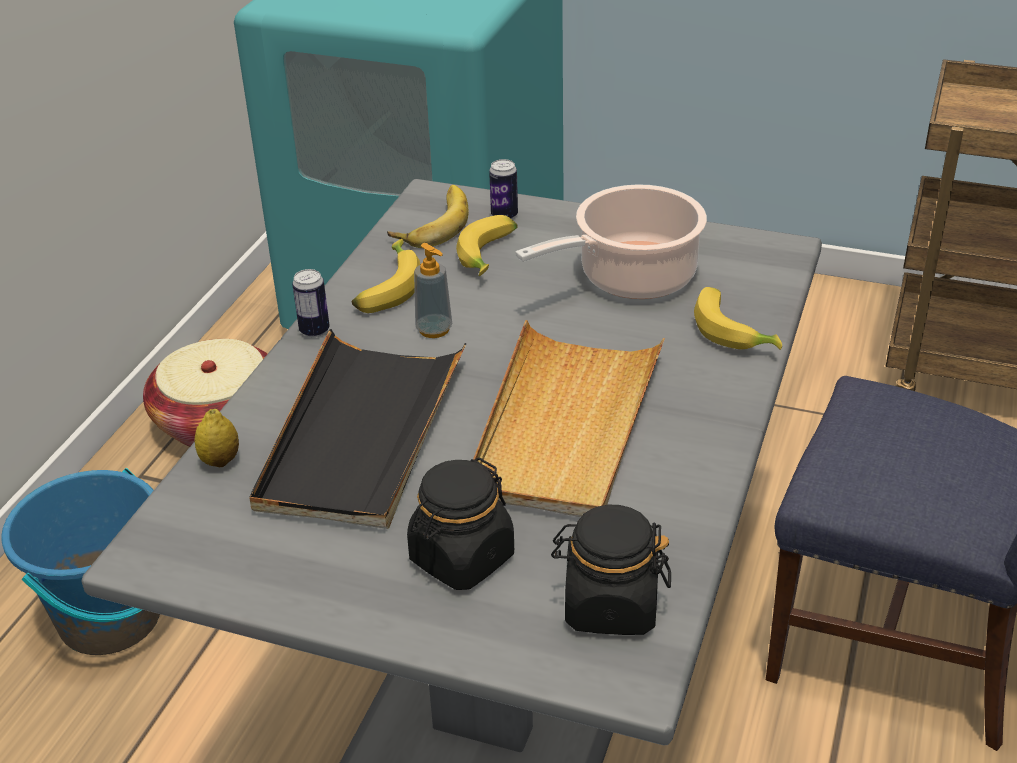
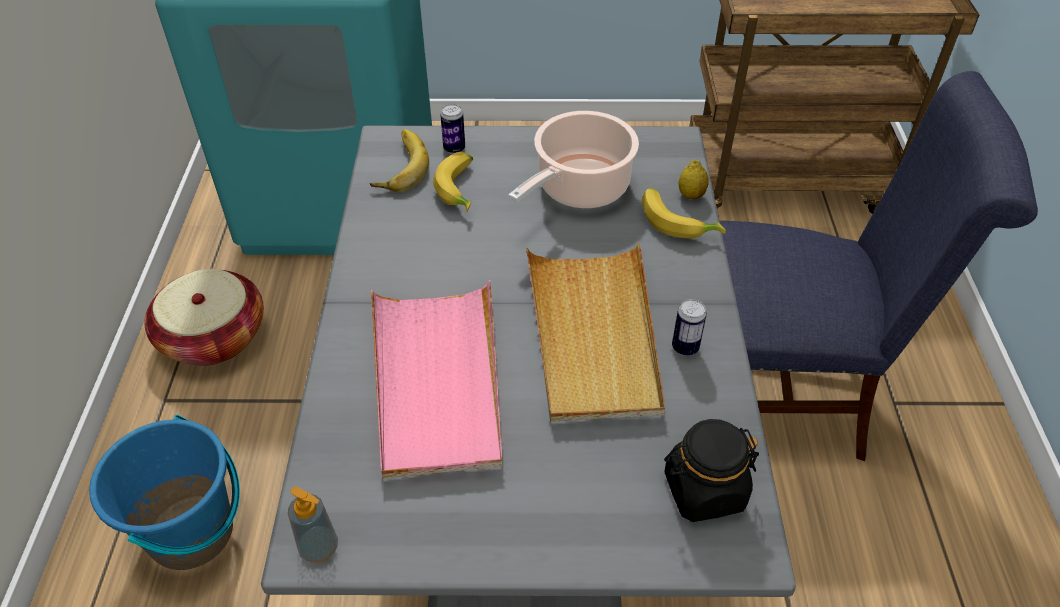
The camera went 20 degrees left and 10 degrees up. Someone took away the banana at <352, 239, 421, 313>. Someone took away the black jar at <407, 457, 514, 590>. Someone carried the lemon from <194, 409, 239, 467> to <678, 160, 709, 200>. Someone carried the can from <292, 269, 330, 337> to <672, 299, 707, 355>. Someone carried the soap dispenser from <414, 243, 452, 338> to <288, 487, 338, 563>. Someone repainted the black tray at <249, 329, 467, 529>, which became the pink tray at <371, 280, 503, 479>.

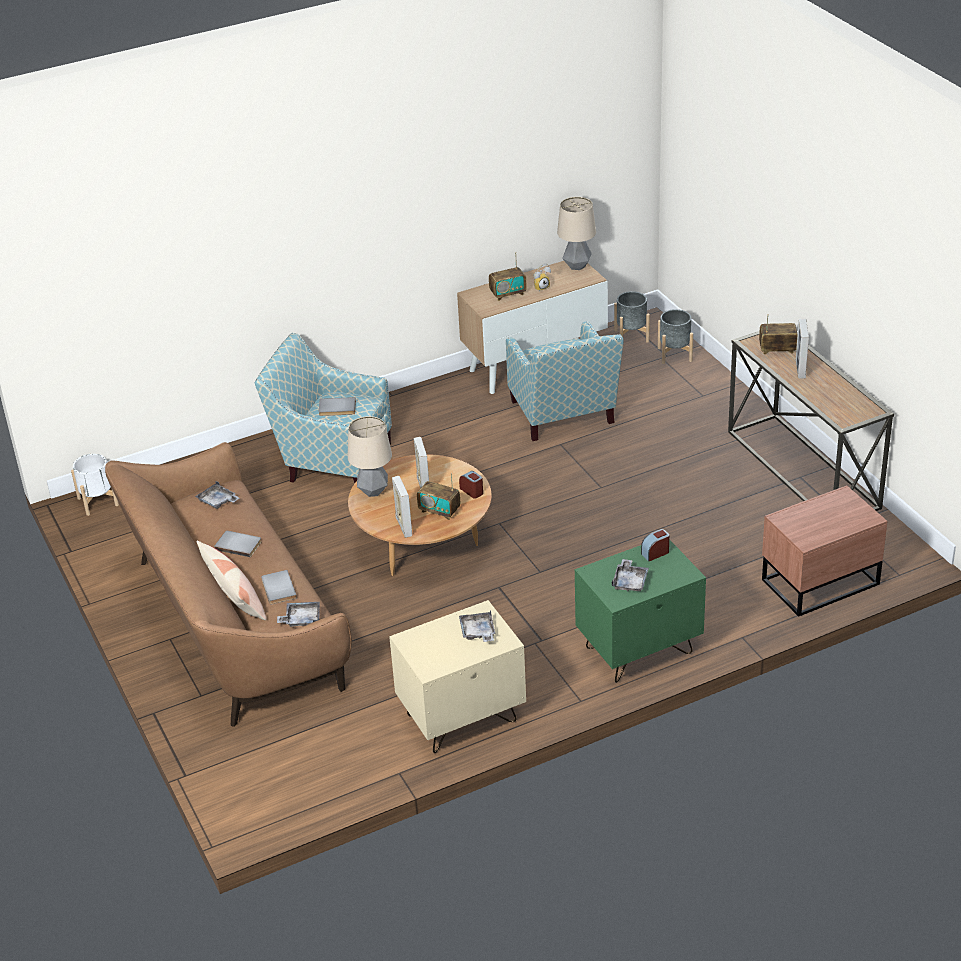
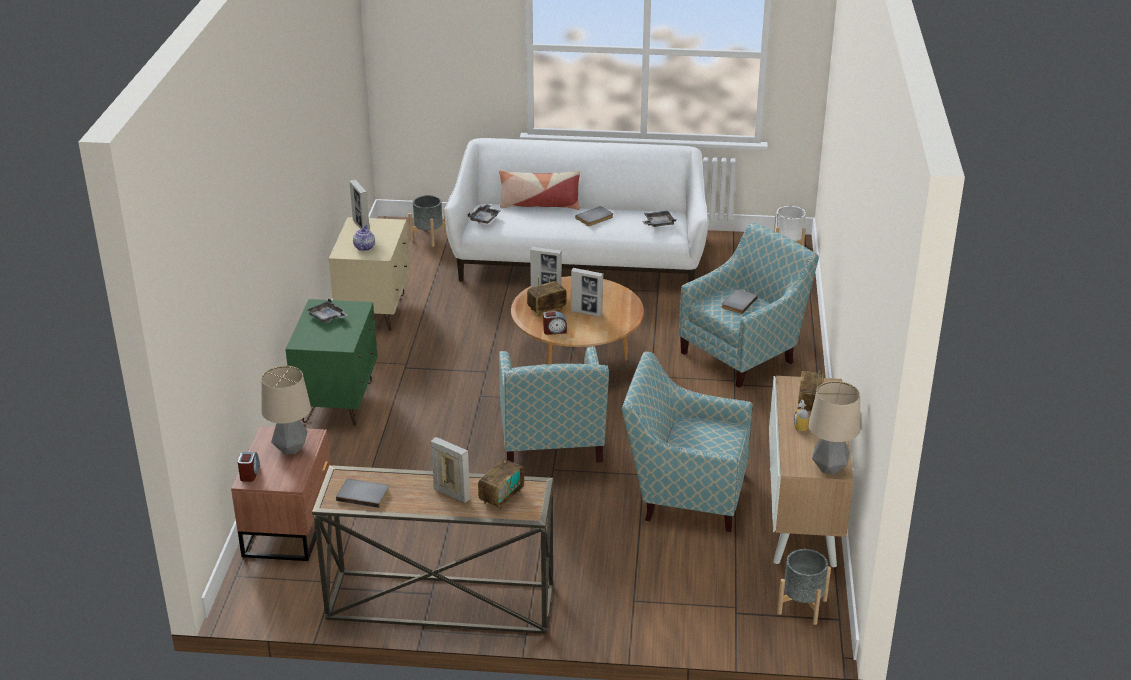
The camera went 120 degrees right and 5 degrees down. Someone put down the picture frame at <350, 180, 370, 230>. Someone put down the armchair at <499, 346, 609, 463>. Someone carried the grey book from <261, 570, 297, 605> to <336, 479, 389, 508>. Someone carried the table lamp from <348, 416, 392, 497> to <261, 366, 311, 454>. Someone carried the alarm clock from <641, 529, 669, 561> to <238, 452, 260, 482>. Someone carried the grey planter from <658, 309, 693, 364> to <408, 195, 447, 247>. Someone swapped the grey tray at <459, 610, 496, 642> for the teapot at <353, 225, 375, 251>. Someone repainted the brown sofa at <105, 442, 352, 727>, which became the white sofa at <444, 138, 709, 282>.

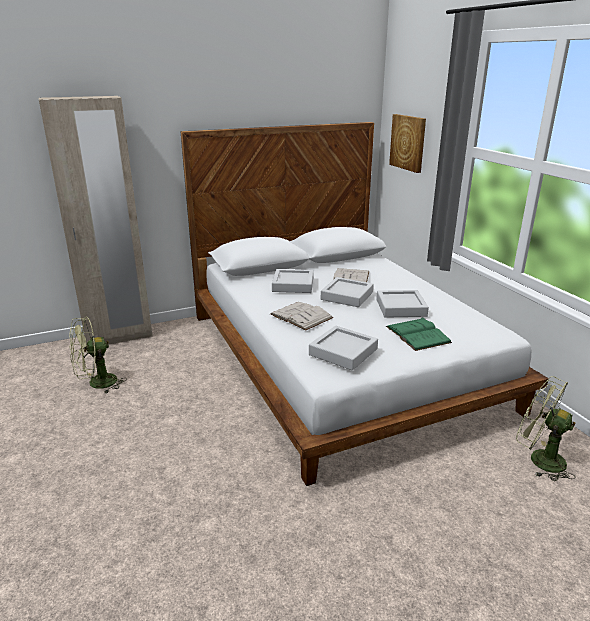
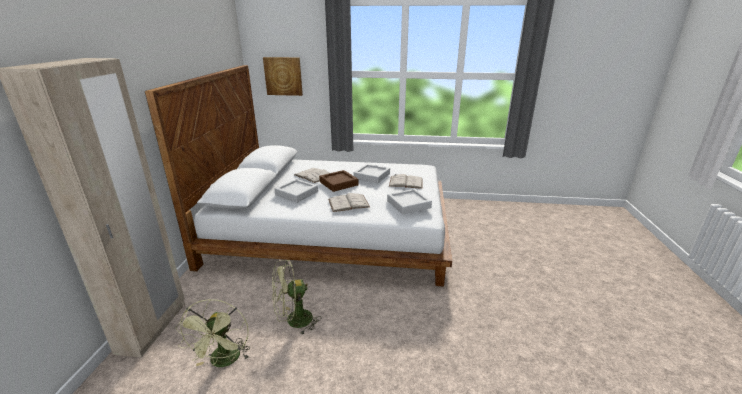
The camera went 60 degrees left and 0 degrees up. Someone carried the green fan from <516, 376, 575, 481> to <272, 260, 321, 335>. Someone repainted the grey tray at <321, 277, 373, 307>, which became the brown tray at <319, 170, 359, 192>. Someone repainted the green book at <386, 317, 452, 351>, which became the white book at <389, 174, 423, 189>.

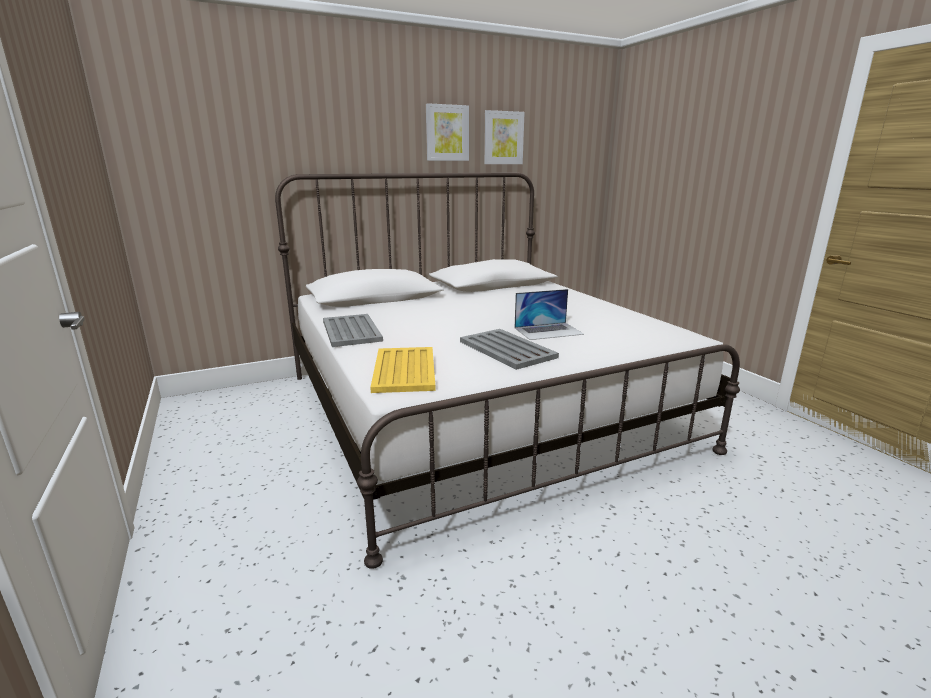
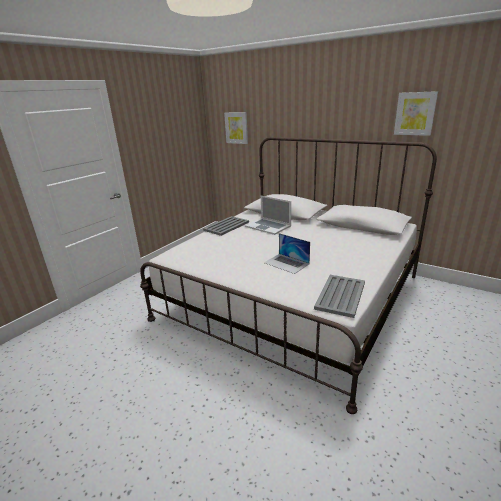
The camera went 60 degrees right and 5 degrees up. Someone took away the yellow tray at <370, 347, 436, 393>. Someone put down the laptop at <245, 196, 291, 235>. Someone carried the picture from <426, 103, 469, 161> to <224, 112, 248, 144>. Someone carried the grey tray from <460, 329, 559, 370> to <314, 275, 365, 318>.

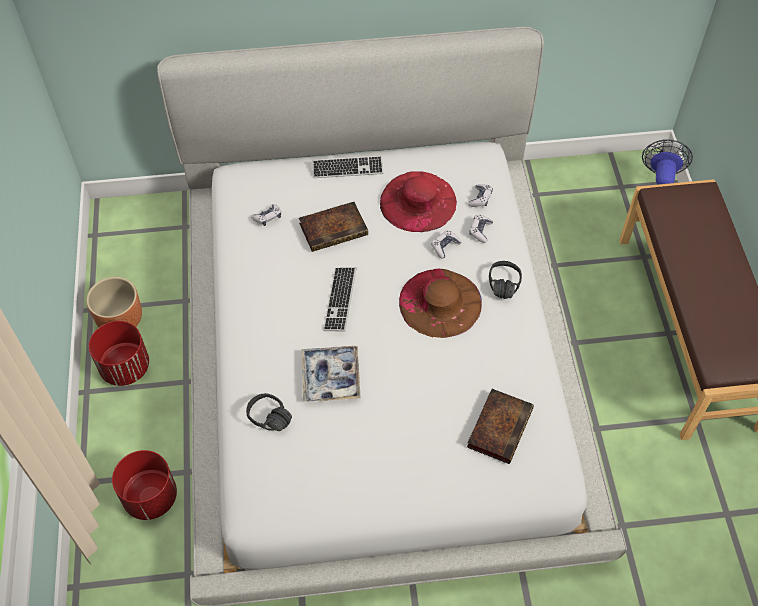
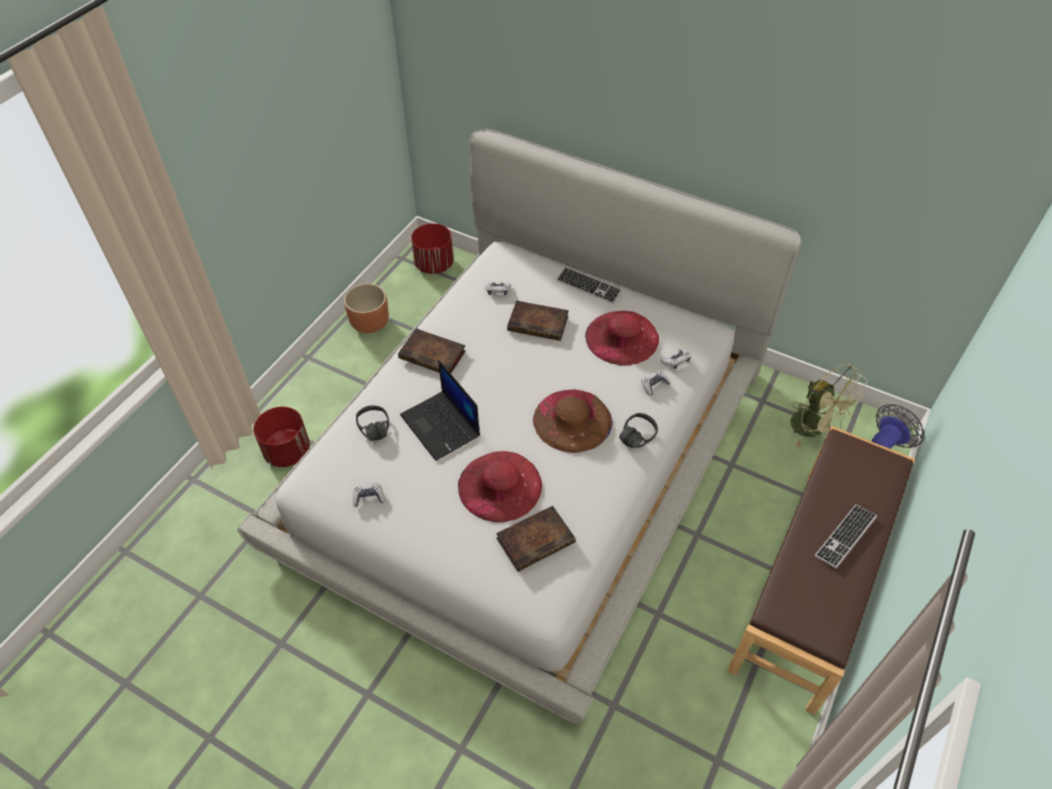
The camera went 35 degrees right and 5 degrees down. Someone put down the book at <398, 328, 465, 373>. Someone put down the red hat at <458, 451, 542, 523>. Someone put down the green fan at <790, 364, 868, 447>. Someone carried the red planter from <89, 321, 149, 386> to <411, 223, 454, 274>. Someone carried the keyboard from <323, 267, 357, 332> to <815, 505, 877, 568>. Someone carried the game controller from <431, 230, 462, 259> to <353, 483, 385, 507>. Someone swapped the tray at <302, 346, 361, 402> for the laptop at <400, 360, 480, 461>.

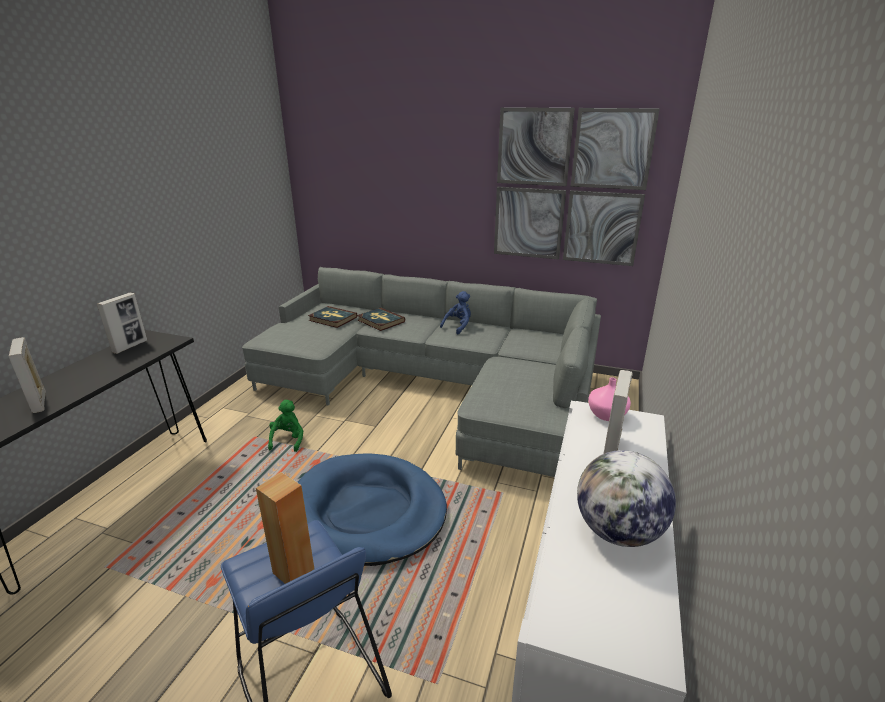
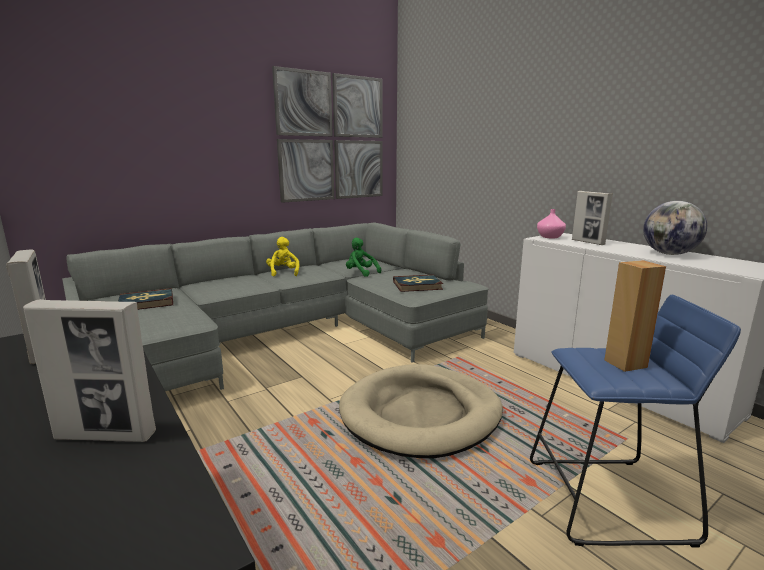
The camera went 55 degrees left and 10 degrees down. Someone carried the green plush toy from <268, 400, 303, 452> to <346, 238, 381, 277>. Someone carried the book from <357, 308, 405, 331> to <393, 274, 443, 292>. Someone repainted the blue dog bed at <297, 453, 447, 566>, which became the beige dog bed at <339, 364, 503, 458>. Someone repainted the blue plush toy at <440, 291, 471, 334>, which became the yellow plush toy at <266, 237, 300, 276>.

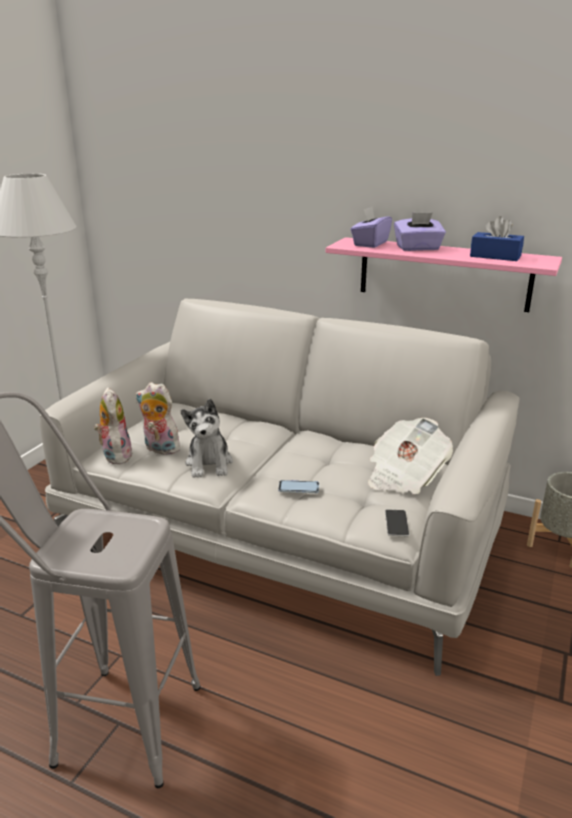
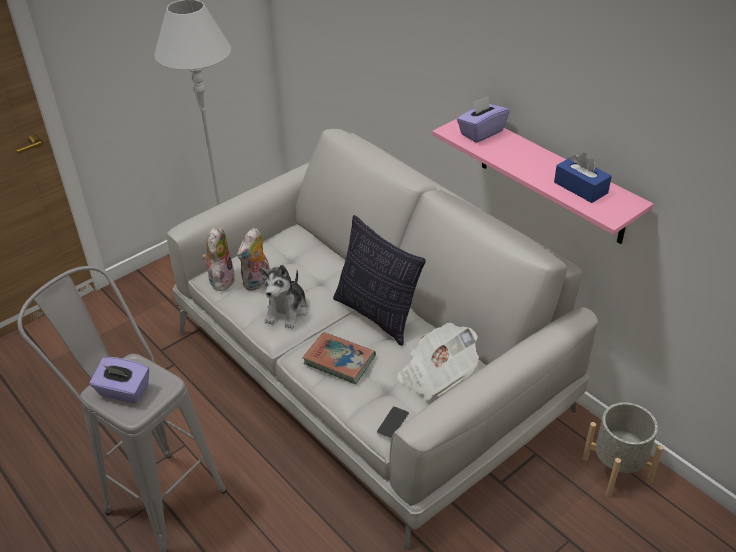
The camera went 25 degrees right and 15 degrees up. Someone put down the pillow at <333, 215, 426, 346>. Someone carried the purple tissue box from <394, 213, 446, 251> to <90, 357, 149, 403>. Someone swapped the phone at <278, 480, 319, 493> for the book at <302, 332, 376, 384>. Someone rotated the plush toy at <136, 382, 182, 455> by 105 degrees counterclockwise.

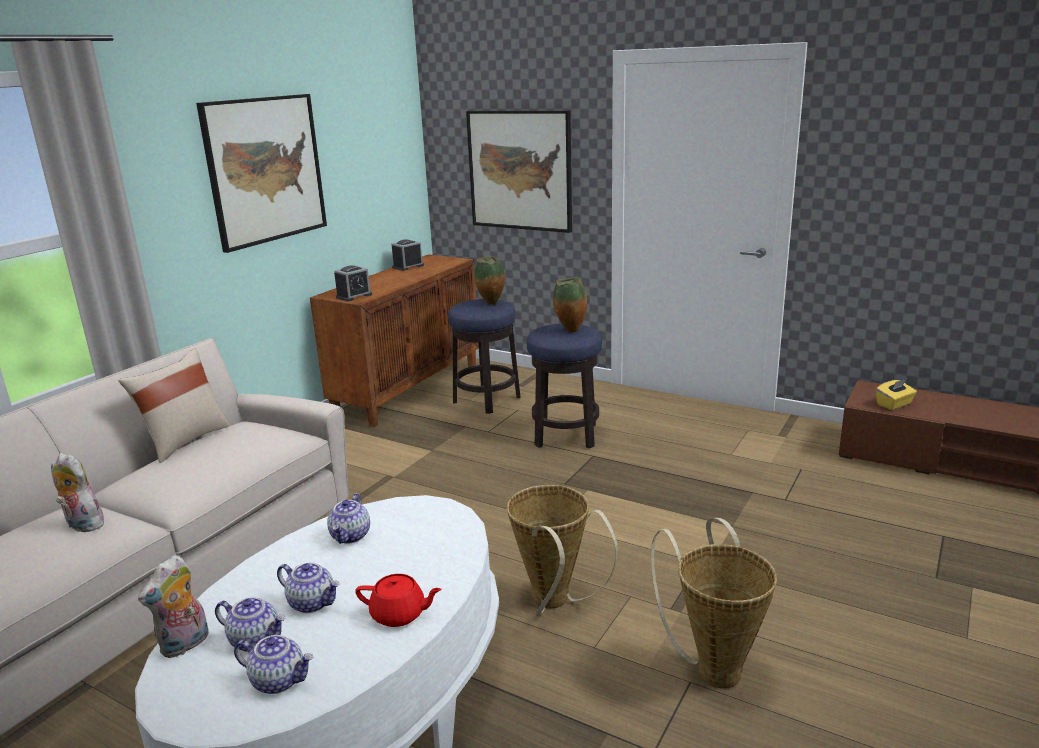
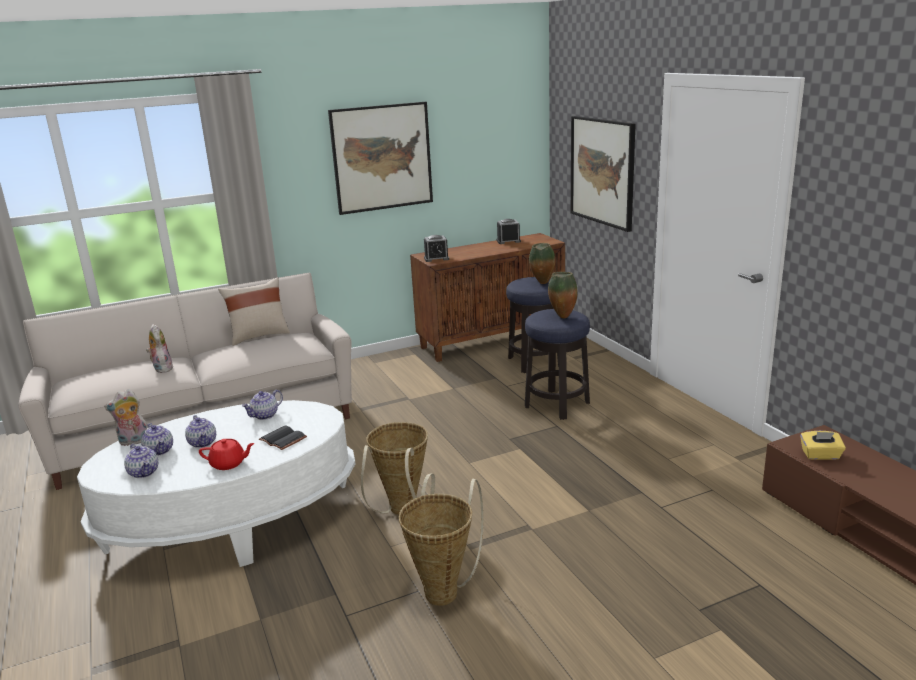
The camera went 35 degrees right and 0 degrees up. Someone put down the black book at <259, 425, 307, 450>. Someone rotated the red teapot at <355, 574, 442, 627> by 45 degrees counterclockwise.

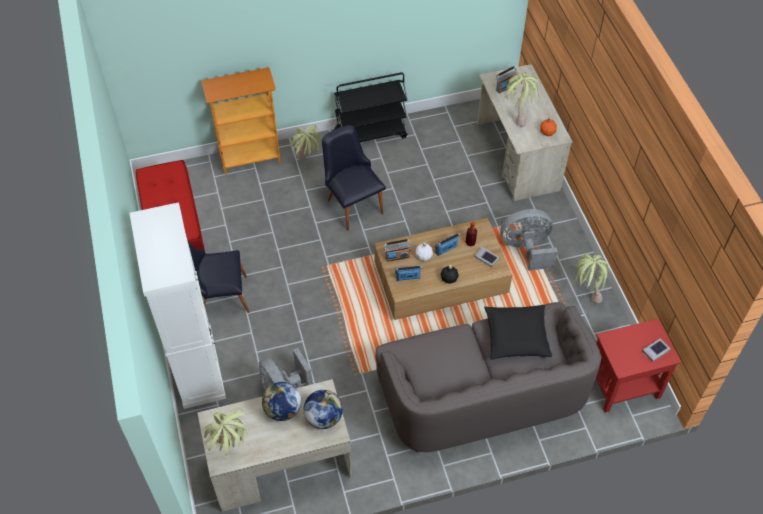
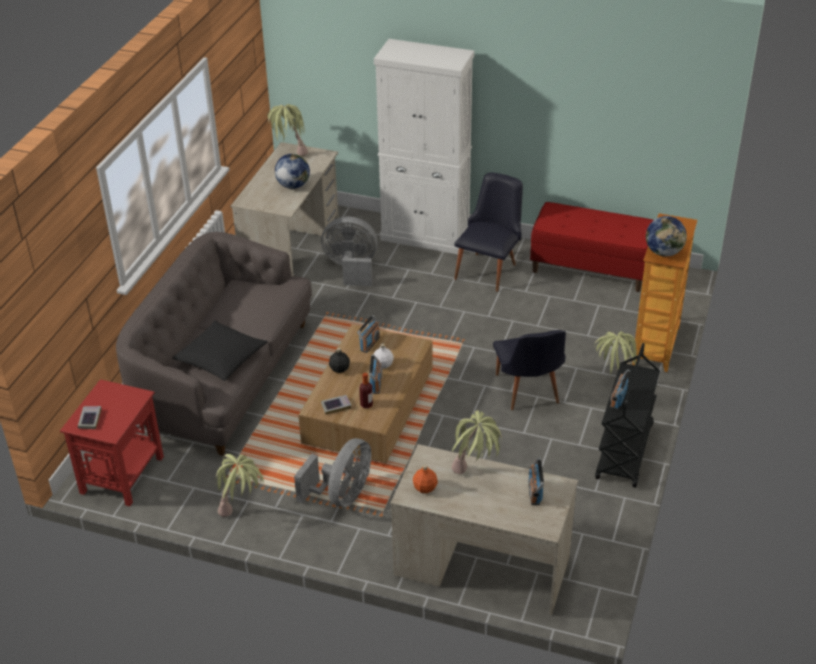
The camera went 125 degrees right and 15 degrees down. Someone carried the globe from <303, 390, 343, 429> to <646, 216, 687, 257>. Someone carried the radio from <384, 239, 411, 262> to <610, 369, 630, 410>. Someone rotated the black chair at <322, 125, 386, 231> by 75 degrees clockwise.

